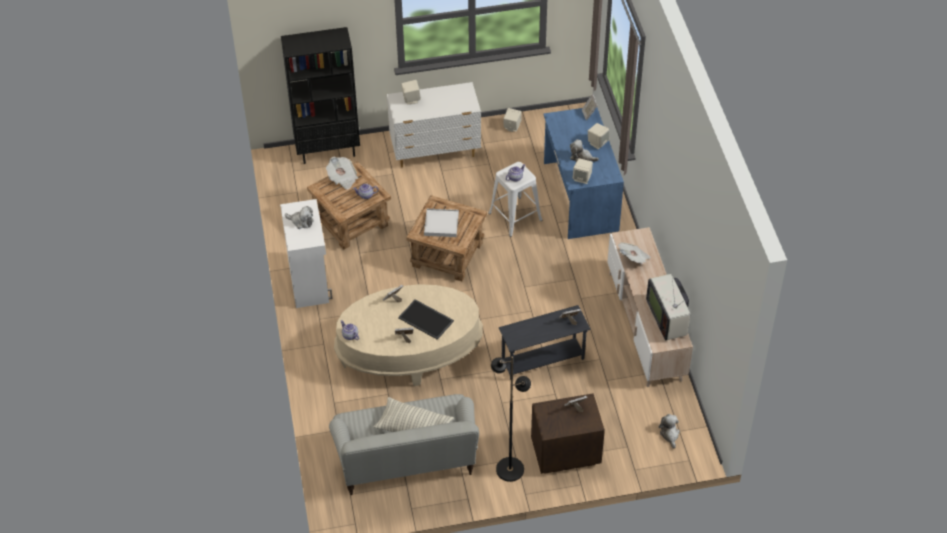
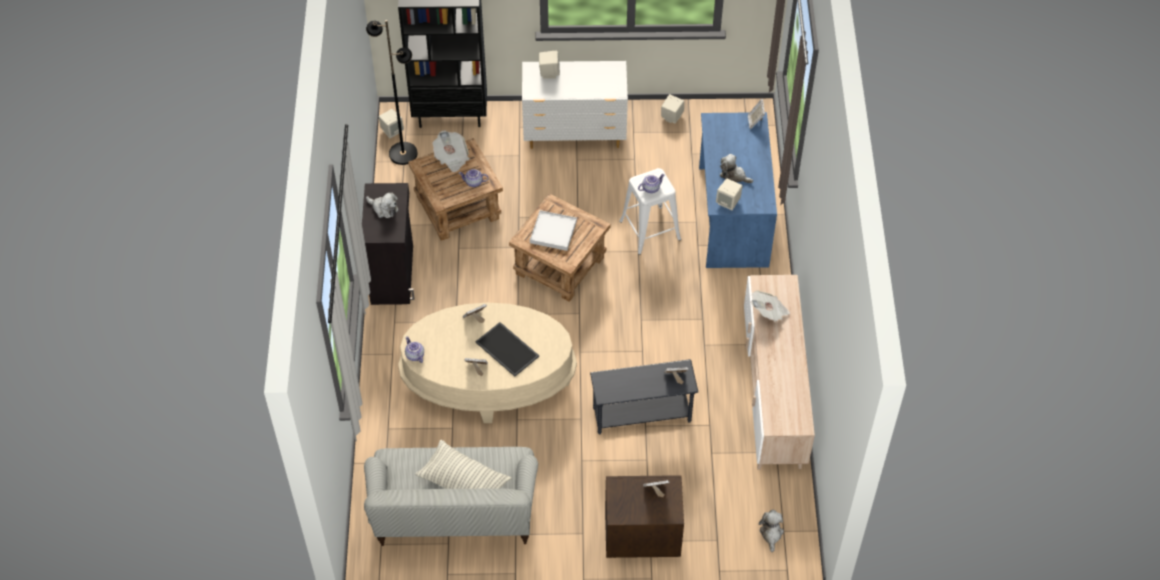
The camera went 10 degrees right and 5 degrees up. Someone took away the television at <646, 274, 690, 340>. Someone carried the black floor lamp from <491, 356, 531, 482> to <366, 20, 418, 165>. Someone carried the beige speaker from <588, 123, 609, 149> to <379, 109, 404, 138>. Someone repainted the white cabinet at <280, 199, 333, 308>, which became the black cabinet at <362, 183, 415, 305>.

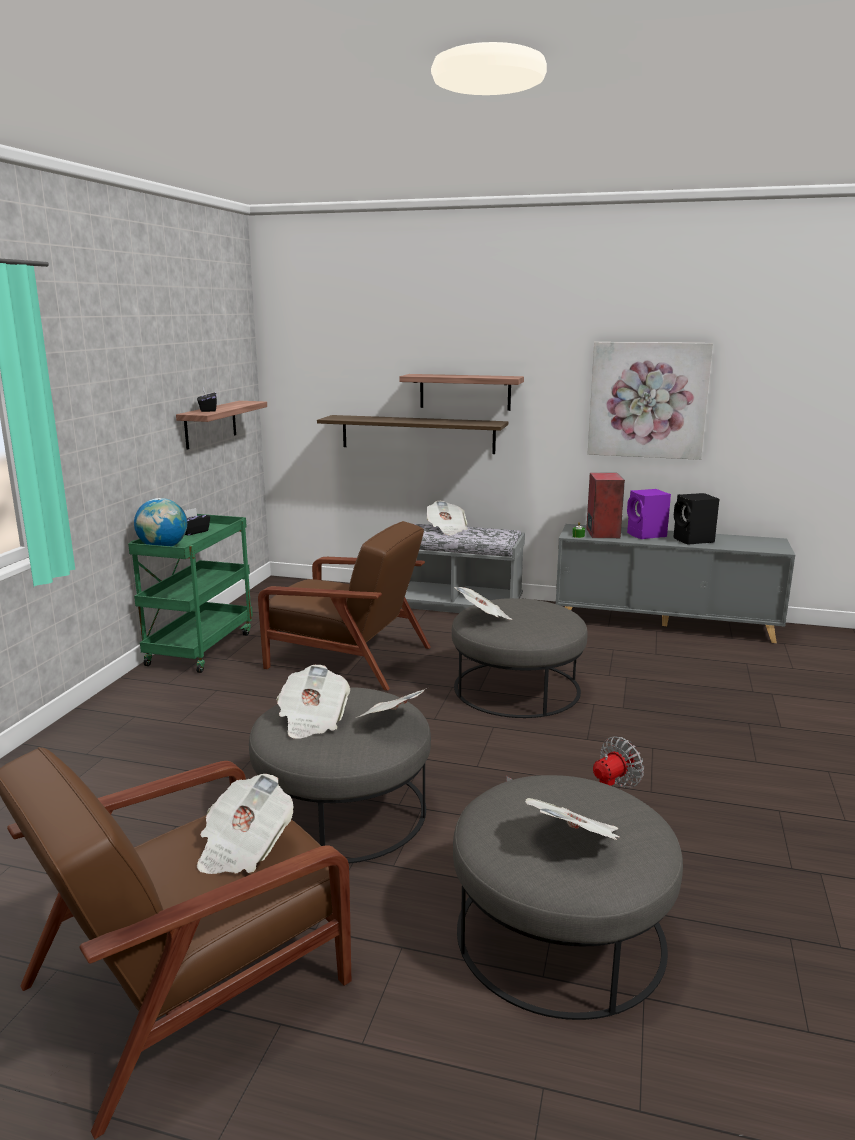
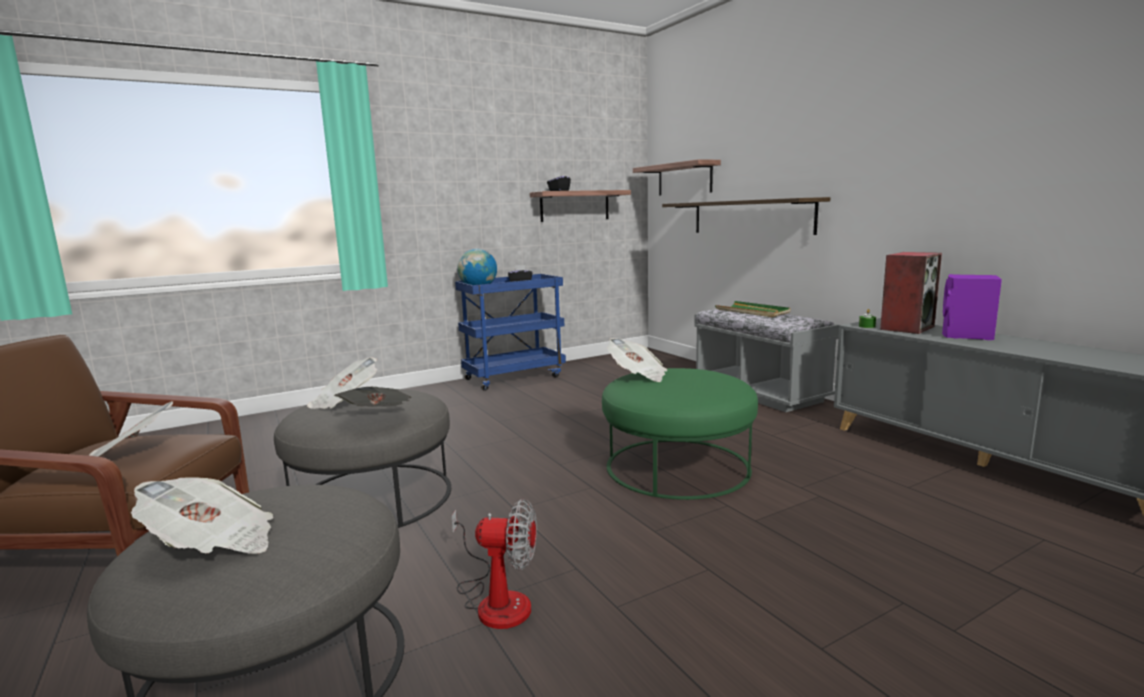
The camera went 45 degrees right and 5 degrees down. Someone took away the brown armchair at <258, 521, 431, 691>. Someone took away the picture at <588, 342, 713, 460>. Someone took away the black speaker at <674, 493, 719, 545>. Someone carried the shelf from <400, 374, 524, 411> to <633, 159, 721, 196>. Someone swapped the newspaper at <426, 501, 468, 535> for the green tray at <715, 301, 791, 317>. Someone repainted the green cart at <128, 514, 253, 673>, which became the blue cart at <455, 274, 566, 391>. Someone repainted the grey ottoman at <452, 598, 588, 718>, which became the green ottoman at <602, 368, 758, 500>.

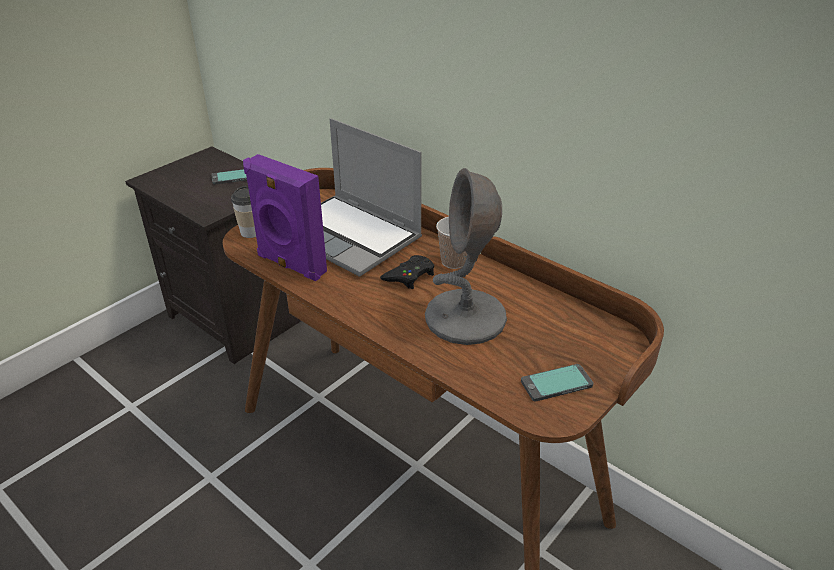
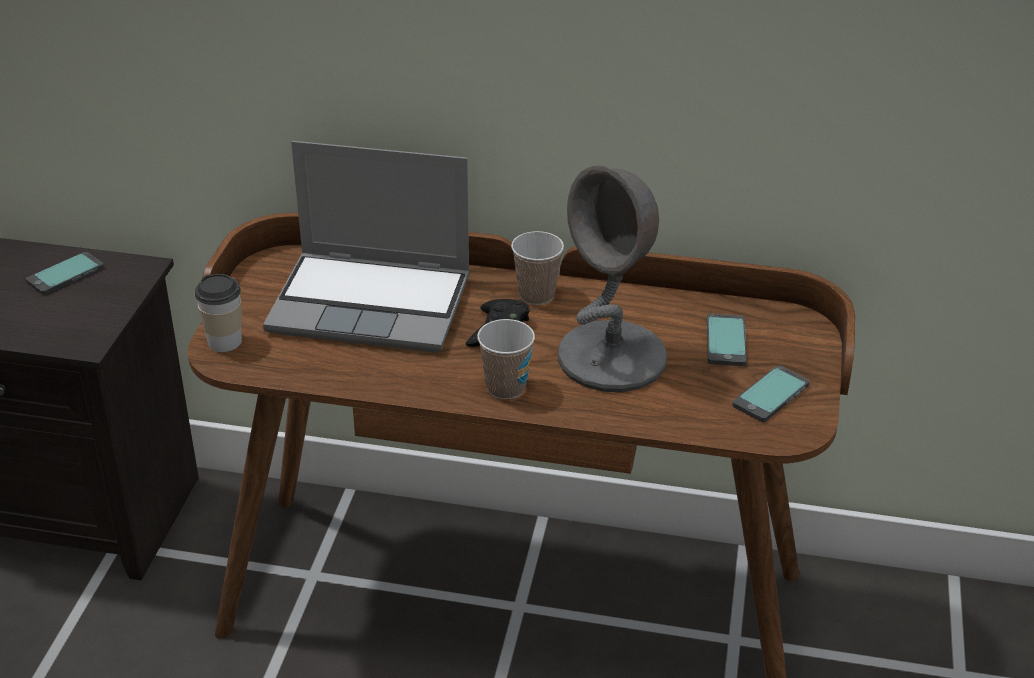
The camera went 30 degrees left and 0 degrees up. Someone took away the purple speaker at <243, 154, 327, 281>. Someone put down the cup at <477, 319, 535, 399>. Someone put down the phone at <707, 314, 747, 366>.

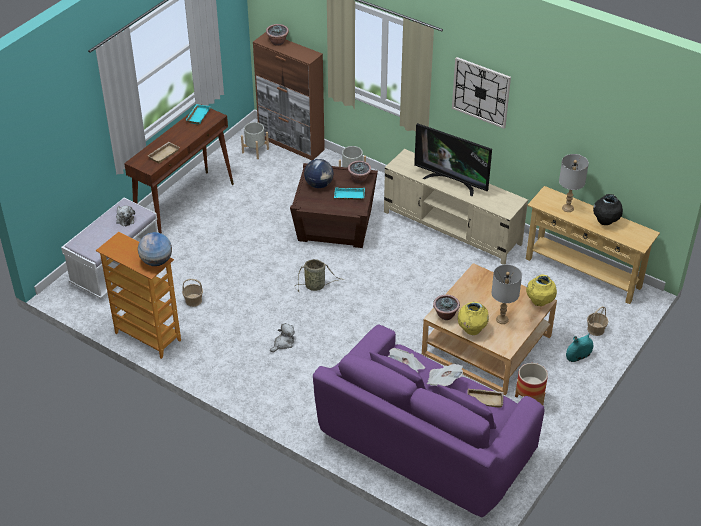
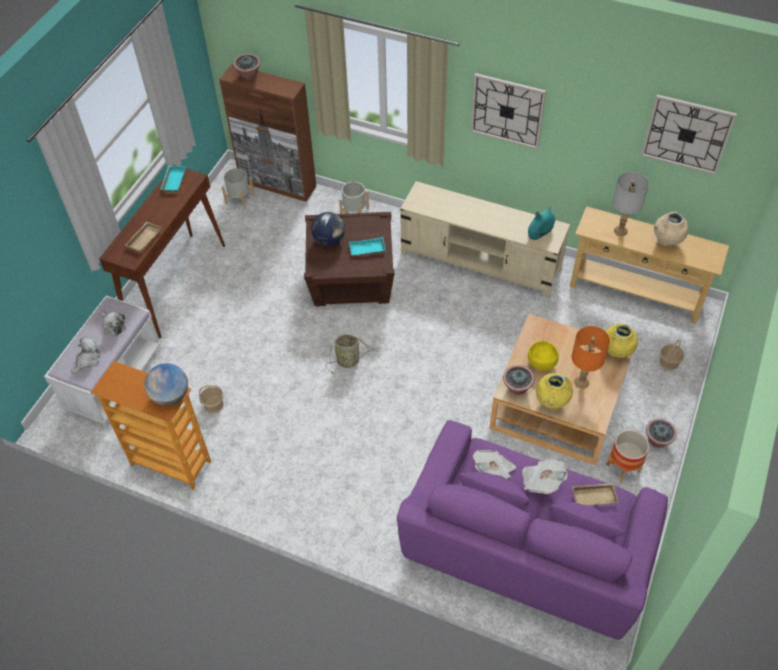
The camera went 10 degrees left and 10 degrees up. Someone took away the television at <414, 123, 492, 196>. Someone put down the yellow bowl at <528, 341, 559, 371>. Someone put up the wall clock at <641, 94, 737, 175>. Someone carried the plush toy from <270, 323, 295, 352> to <71, 337, 101, 374>. Someone carried the potted plant from <348, 161, 371, 183> to <646, 419, 677, 448>. Someone carried the turquoise vase from <566, 334, 593, 362> to <528, 206, 555, 240>. Someone repainted the grey table lamp at <491, 264, 522, 324>, which became the orange table lamp at <572, 326, 610, 389>. Someone repainted the black vase at <593, 194, 623, 225>, which became the beige vase at <654, 212, 688, 246>.

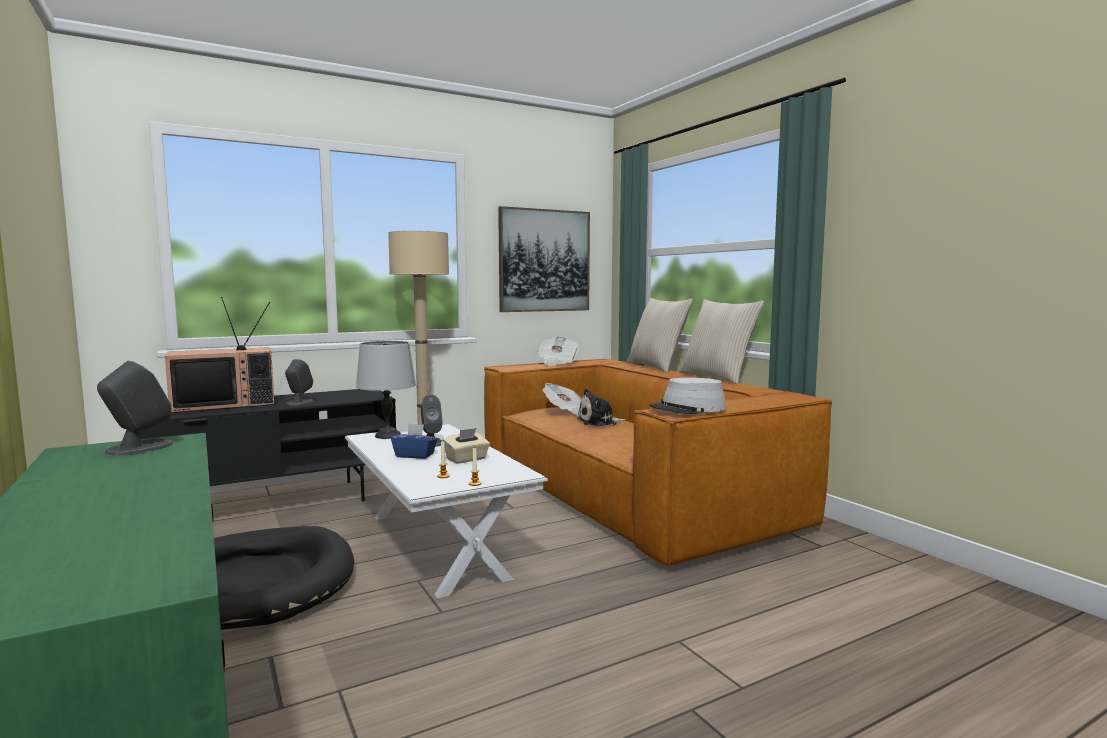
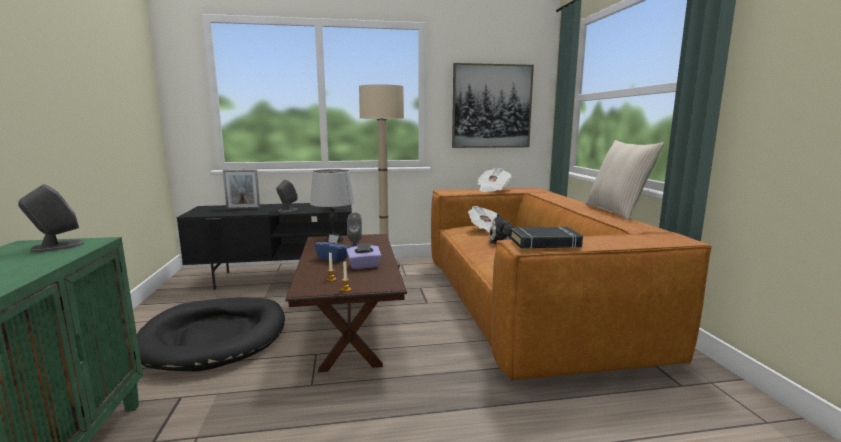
The camera went 20 degrees right and 5 degrees up. Someone took away the beige pillow at <627, 298, 693, 373>. Someone swapped the television at <165, 297, 274, 413> for the picture frame at <223, 170, 260, 209>. Someone swapped the grey hat at <649, 378, 726, 414> for the black book at <510, 227, 583, 249>. Someone repainted the white coffee table at <345, 424, 548, 598>, which became the brown coffee table at <285, 234, 407, 372>. Someone repainted the beige tissue box at <443, 428, 490, 464>, which became the purple tissue box at <346, 243, 382, 269>.

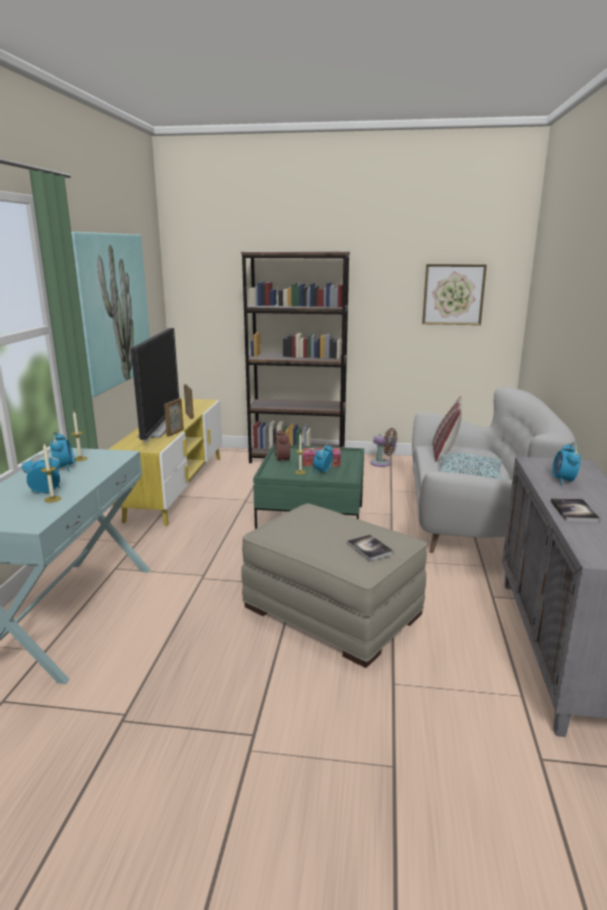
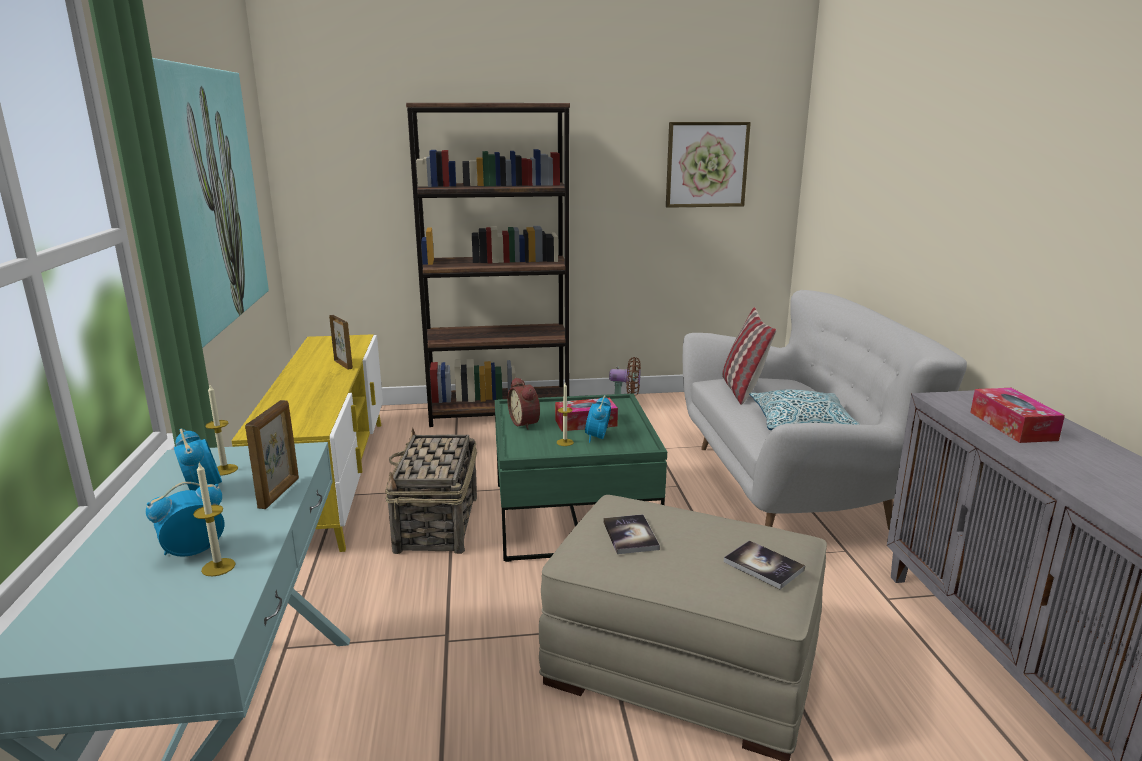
The camera went 15 degrees left and 0 degrees up. Someone took away the television at <131, 328, 179, 442>. Someone put down the basket at <385, 428, 477, 554>. Someone carried the picture frame from <164, 398, 184, 436> to <245, 400, 299, 509>. Someone carried the book from <551, 498, 600, 522> to <603, 514, 660, 554>. Someone swapped the alarm clock at <552, 443, 581, 485> for the tissue box at <970, 388, 1065, 443>.

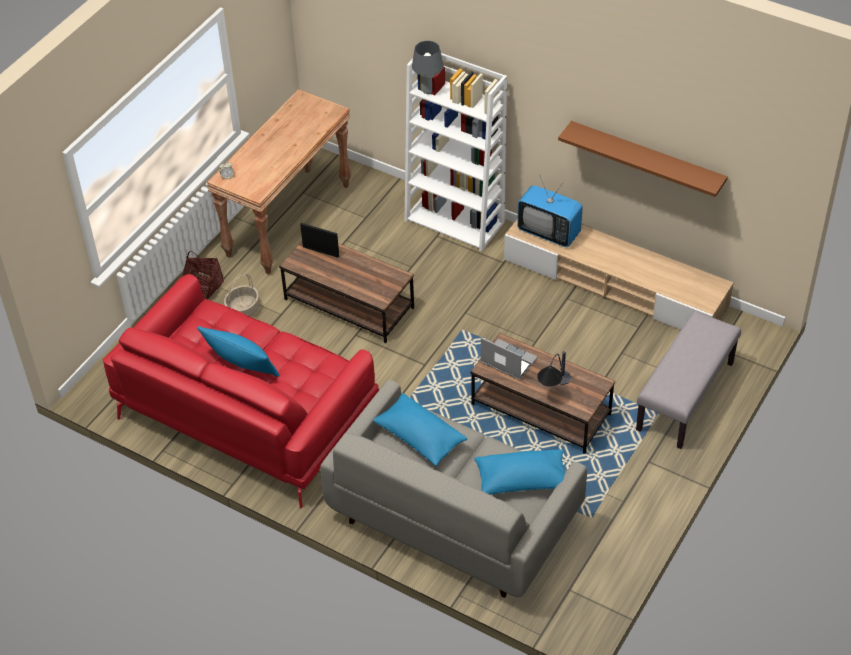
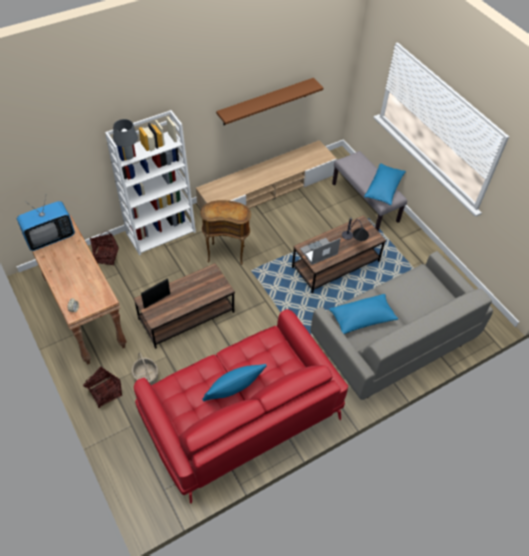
The camera went 65 degrees left and 5 degrees up. Someone put down the basket at <90, 231, 119, 266>. Someone put down the brown side table at <200, 200, 251, 265>. Someone carried the blue pillow from <474, 449, 565, 495> to <364, 163, 406, 205>. Someone carried the television from <517, 176, 583, 247> to <17, 194, 75, 251>.

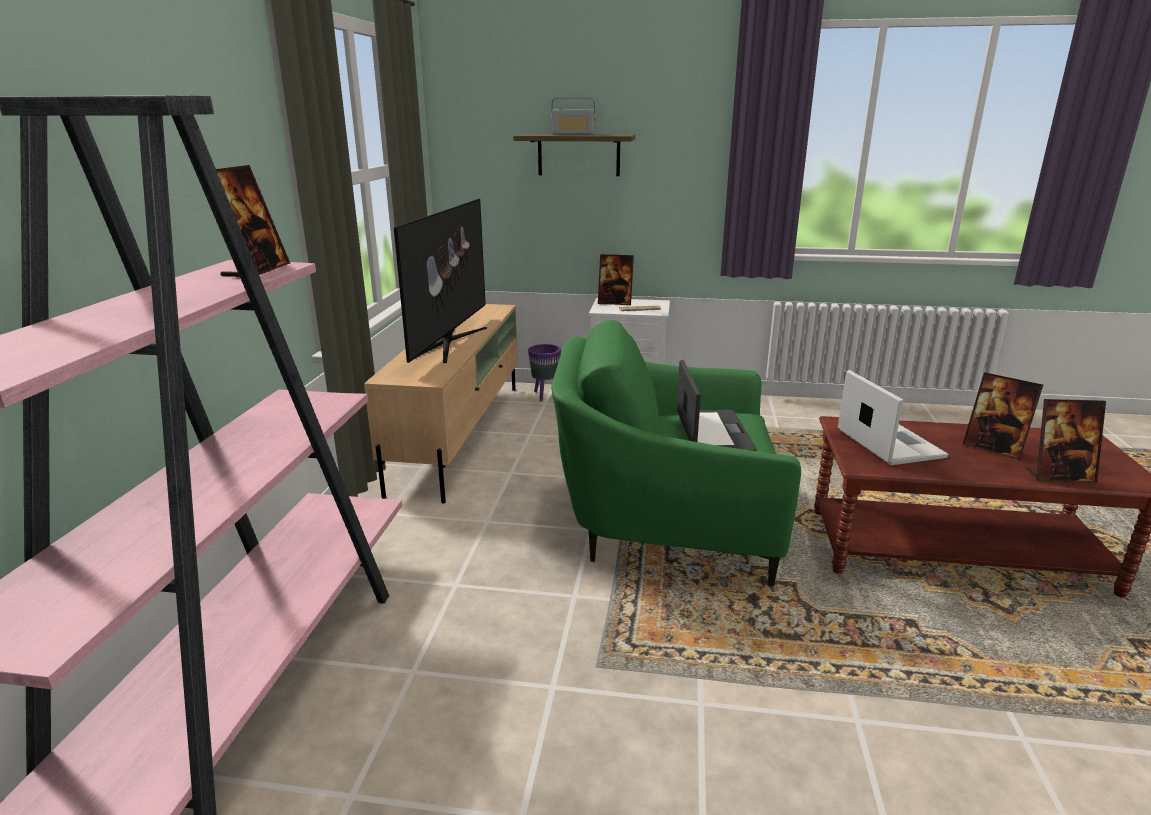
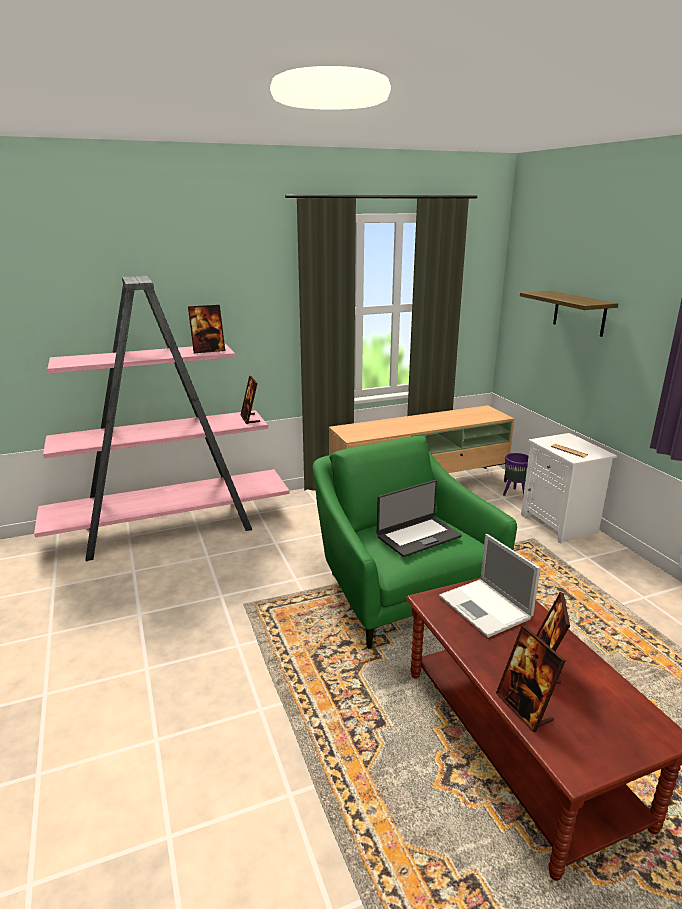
The camera went 60 degrees right and 0 degrees up. Someone took away the television at <394, 199, 487, 363>. Someone took away the radio at <551, 98, 596, 135>. Someone carried the picture frame from <598, 254, 634, 305> to <241, 376, 260, 424>. Someone rotated the laptop at <838, 370, 948, 465> by 105 degrees clockwise.

